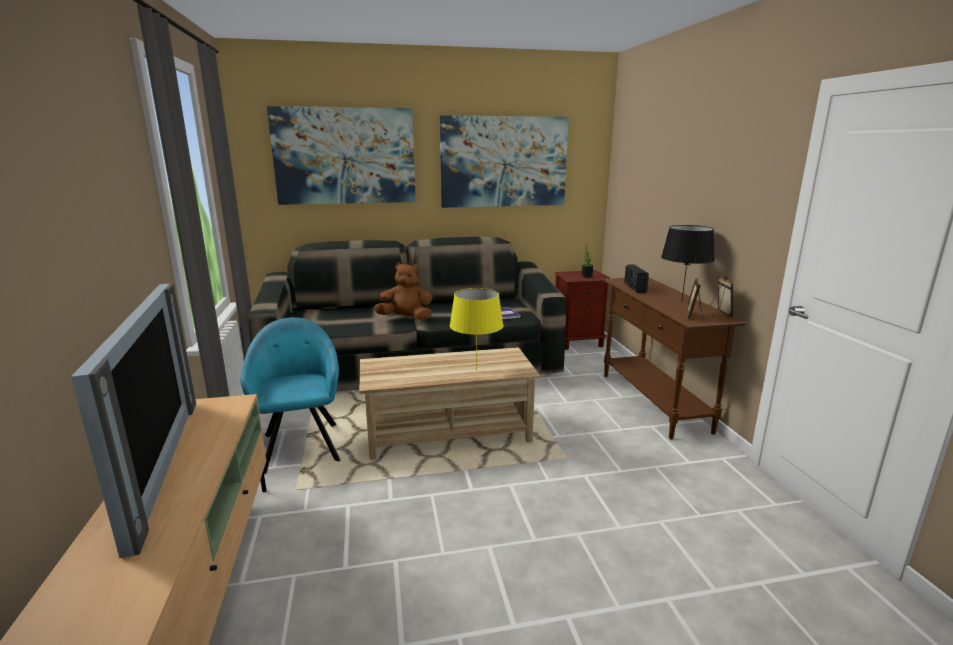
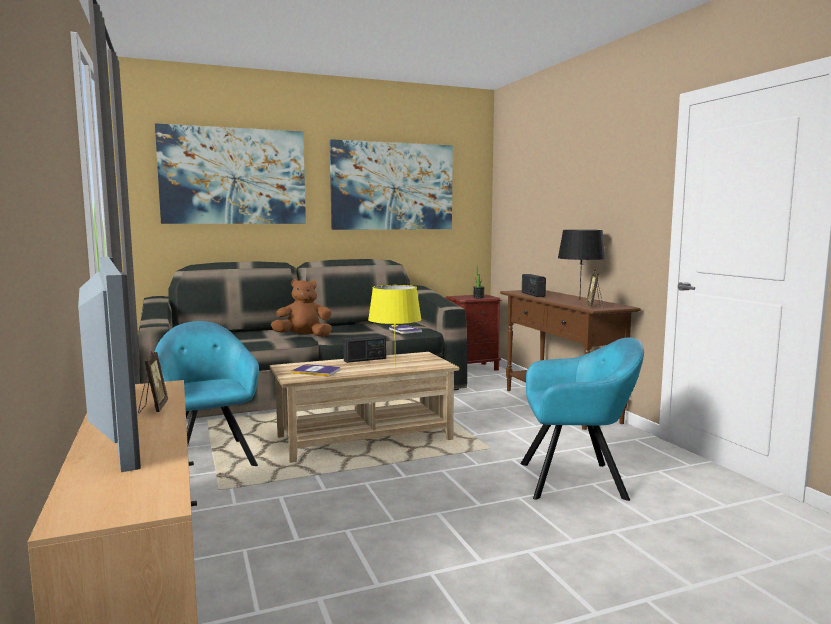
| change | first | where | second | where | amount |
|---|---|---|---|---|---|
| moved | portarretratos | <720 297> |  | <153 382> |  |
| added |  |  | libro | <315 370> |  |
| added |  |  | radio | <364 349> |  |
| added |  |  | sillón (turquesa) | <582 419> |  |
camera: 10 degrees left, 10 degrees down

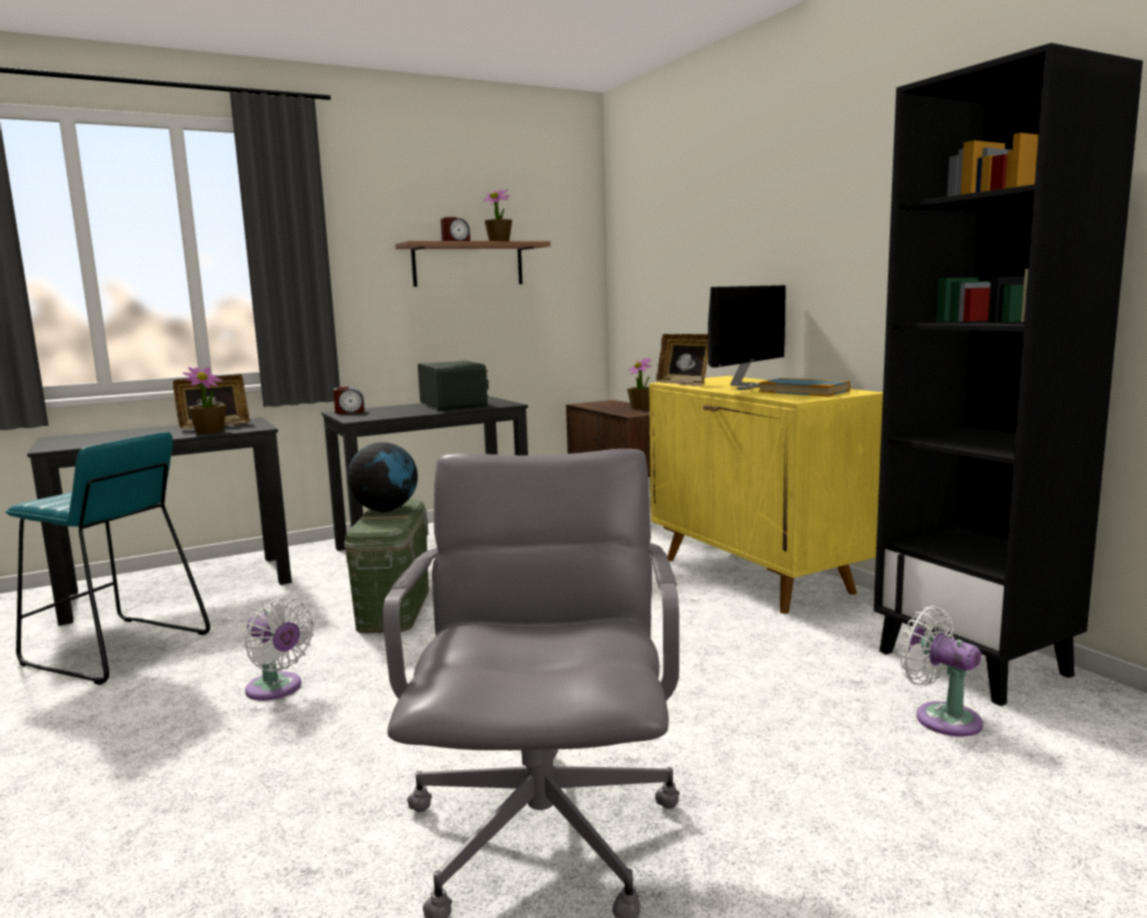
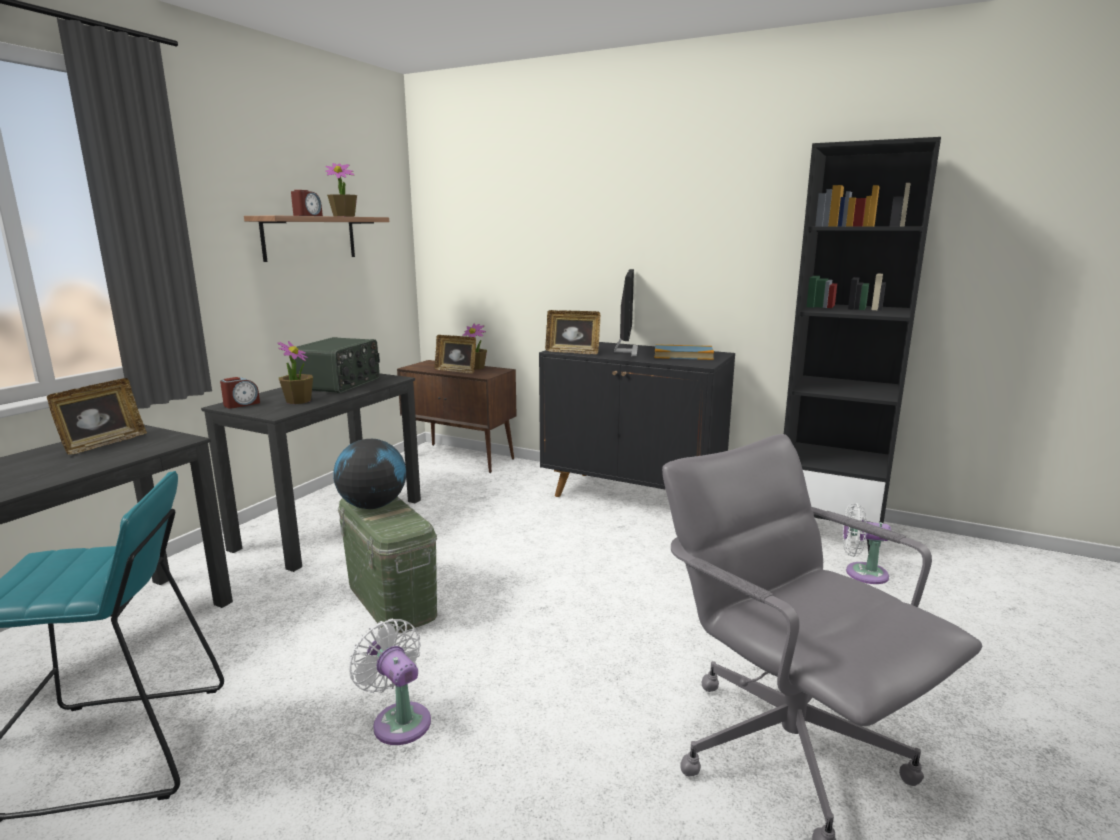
| change | first | where | second | where | amount |
|---|---|---|---|---|---|
| moved | planta en maceta | <204 400> |  | <295 372> |  |
| turned | radio | <453 386> |  | <335 365> | 75 degrees clockwise |
| turned | ventilador (blanco) | <279 648> |  | <390 682> | 135 degrees counterclockwise |
| added |  |  | portarretratos | <455 354> |  |
| recoloured | armario (amarillo) | <766 495> | armario (negro) | <637 419> |  |
camera: 35 degrees left, 5 degrees up

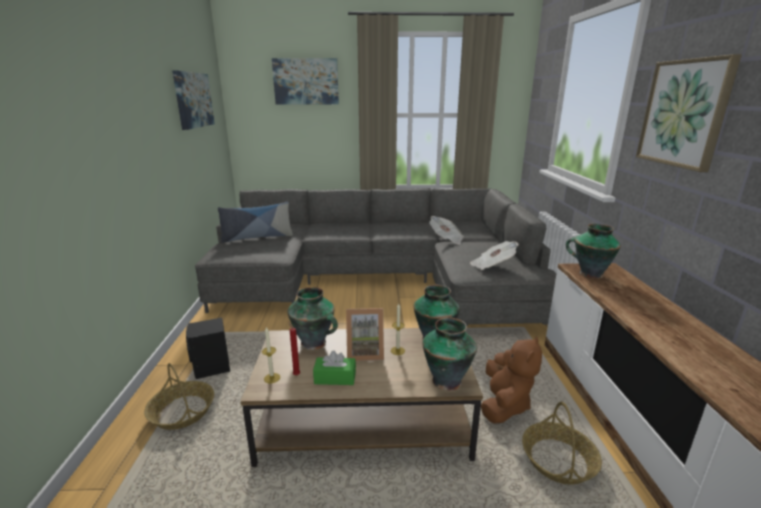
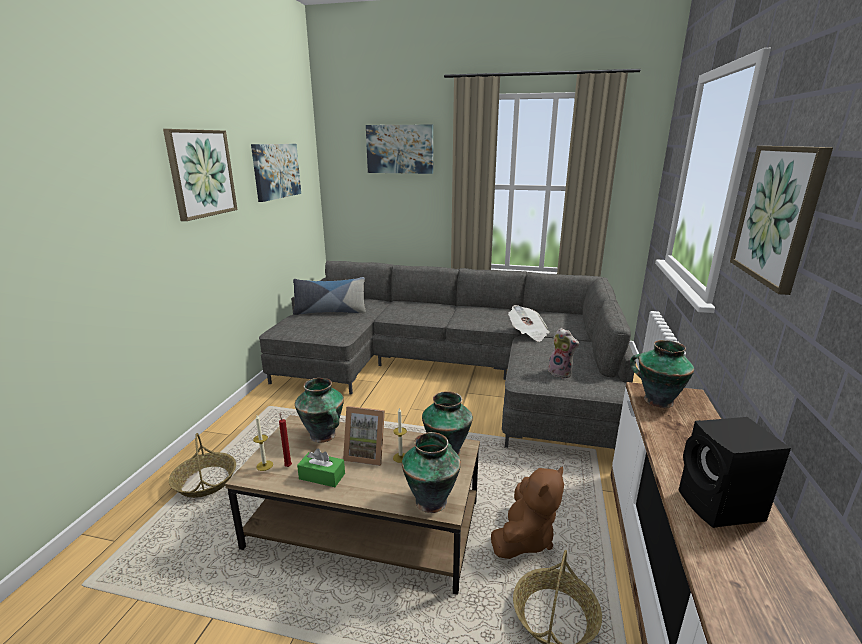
| change | first | where | second | where | amount |
|---|---|---|---|---|---|
| added |  |  | cuadro | <200 175> |  |
| replaced | periódico | <494 255> | peluche | <563 353> |  |
| moved | altavoz (negro) | <208 348> |  | <735 472> |  |
camera: 15 degrees right, 0 degrees up

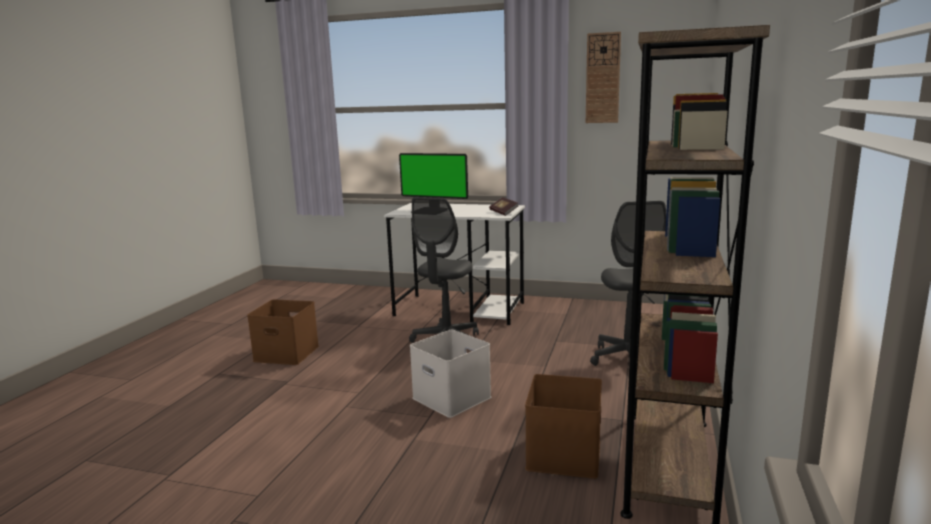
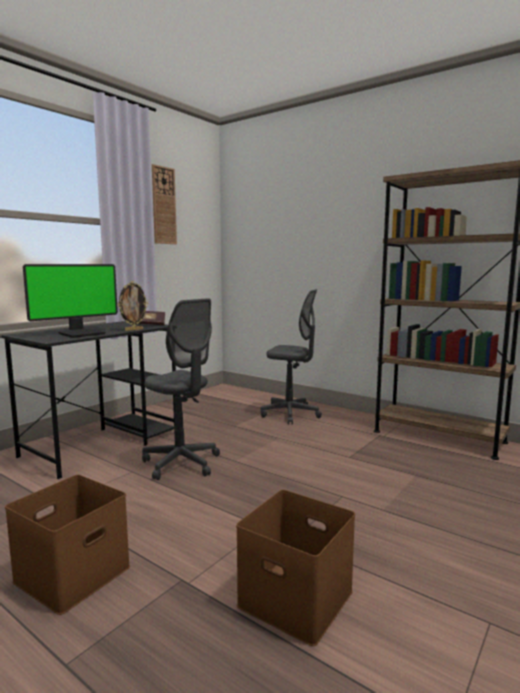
| change | first | where | second | where | amount |
|---|---|---|---|---|---|
| recoloured | escritorio (blanco) | <454 264> | escritorio (negro) | <88 400> |  |
| added |  |  | portarretratos | <133 306> |  |
| moved | caja de almacenaje (marrón) | <563 426> |  | <295 568> |  |
| removed | caja de almacenaje (blanco) | <450 374> |  |  |  |
camera: 70 degrees left, 5 degrees down

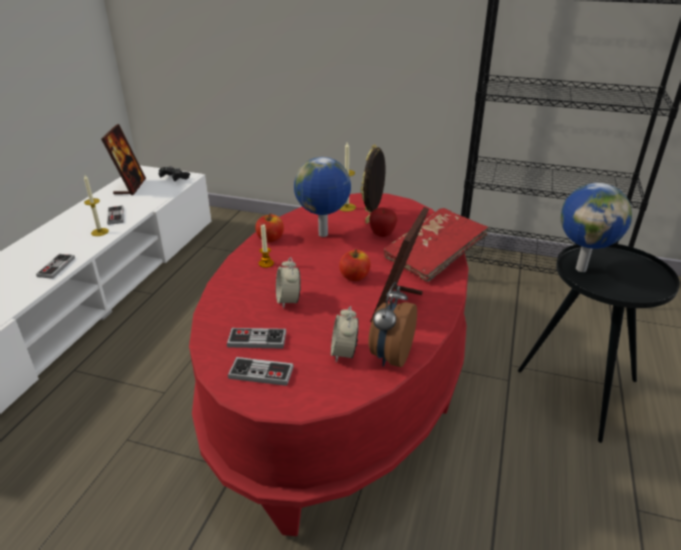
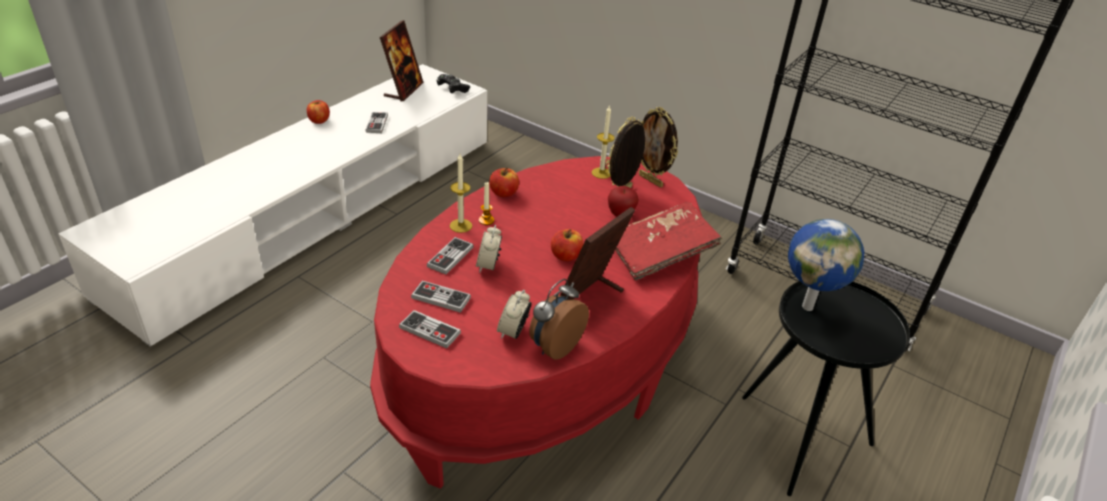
| change | first | where | second | where | amount |
|---|---|---|---|---|---|
| added |  |  | manzana | <318 112> |  |
| moved | mando de consola | <55 266> |  | <450 255> |  |
| moved | vela | <96 205> |  | <461 193> |  |
| added |  |  | portarretratos | <658 147> |  |
| removed | globo terráqueo | <322 197> |  |  |  |
camera: 15 degrees right, 5 degrees up

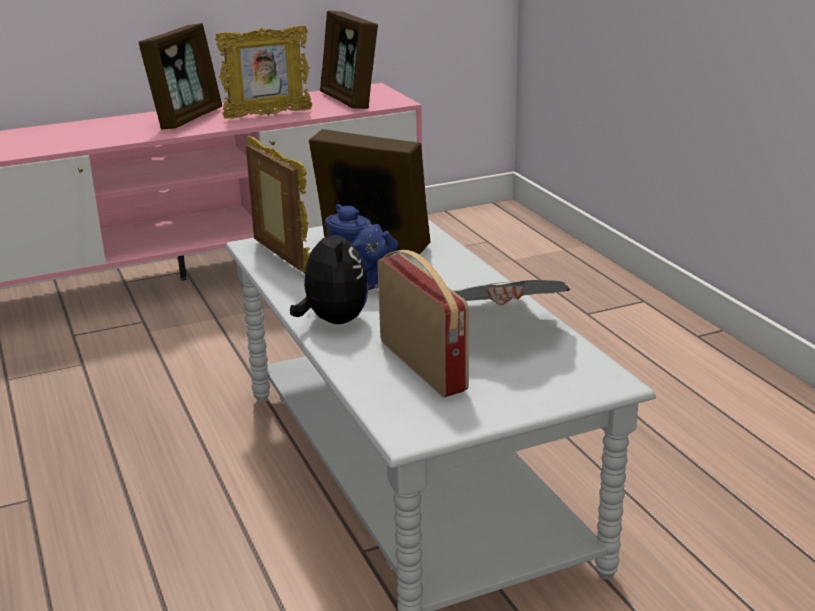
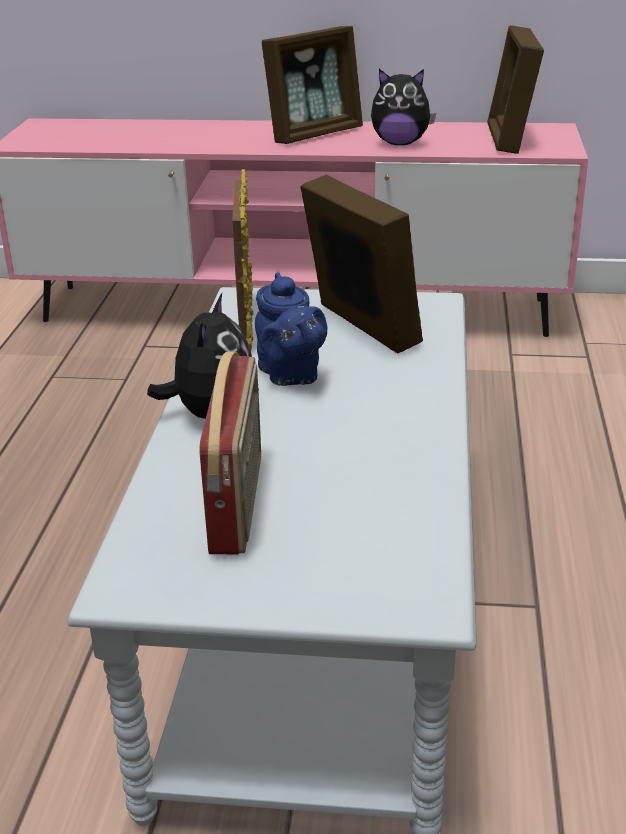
| change | first | where | second | where | amount |
|---|---|---|---|---|---|
| replaced | portarretratos | <263 72> | peluche | <403 107> |  |
| removed | periódico | <511 292> |  |  |  |
camera: 30 degrees right, 5 degrees up

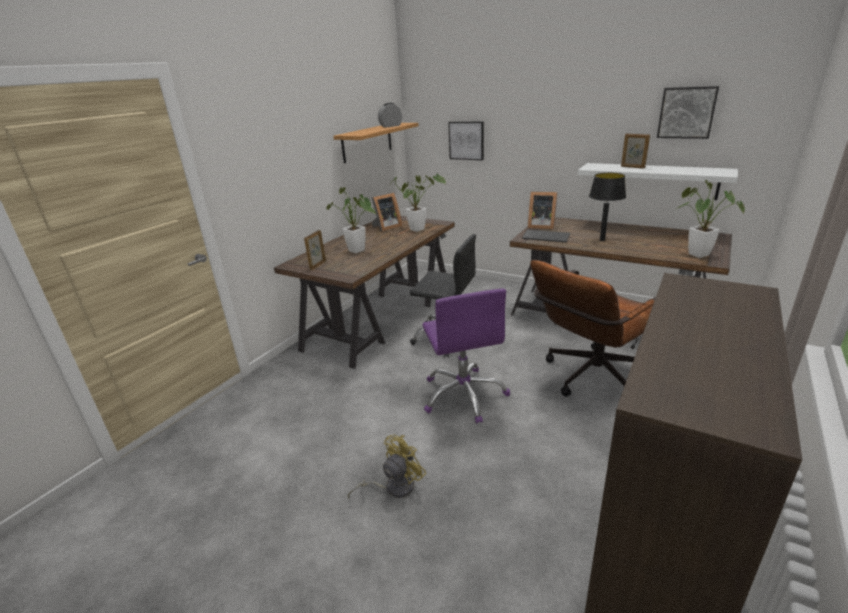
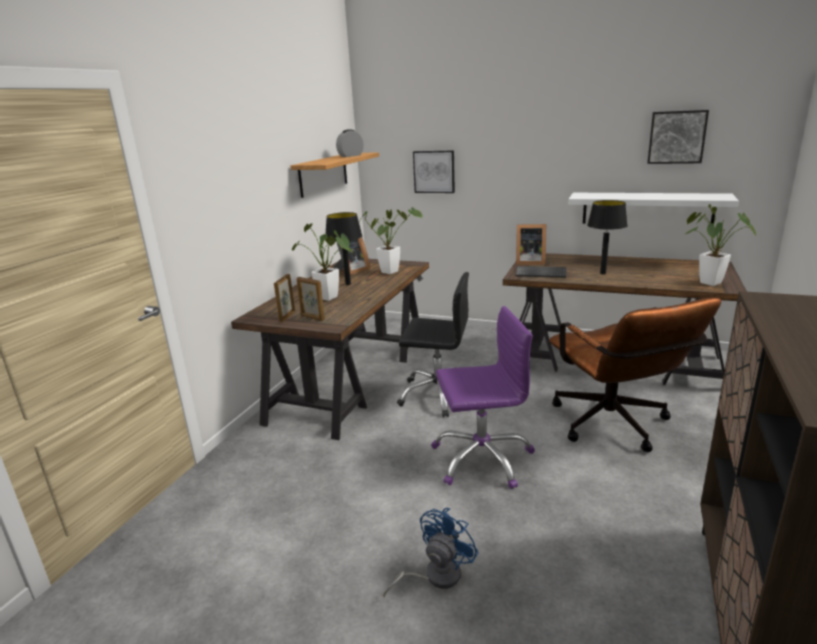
| change | first | where | second | where | amount |
|---|---|---|---|---|---|
| moved | portarretratos | <635 151> |  | <310 299> |  |
| added |  |  | lámpara de mesa (negro) | <344 248> |  |
| recoloured | ventilador (amarillo) | <387 466> | ventilador (azul) | <430 553> |  |
| turned | silla de oficina (morado) | <466 356> |  | <483 397> | 75 degrees counterclockwise |
| turned | silla de oficina (marrón) | <593 328> |  | <635 375> | 60 degrees counterclockwise |
camera: 10 degrees left, 5 degrees down

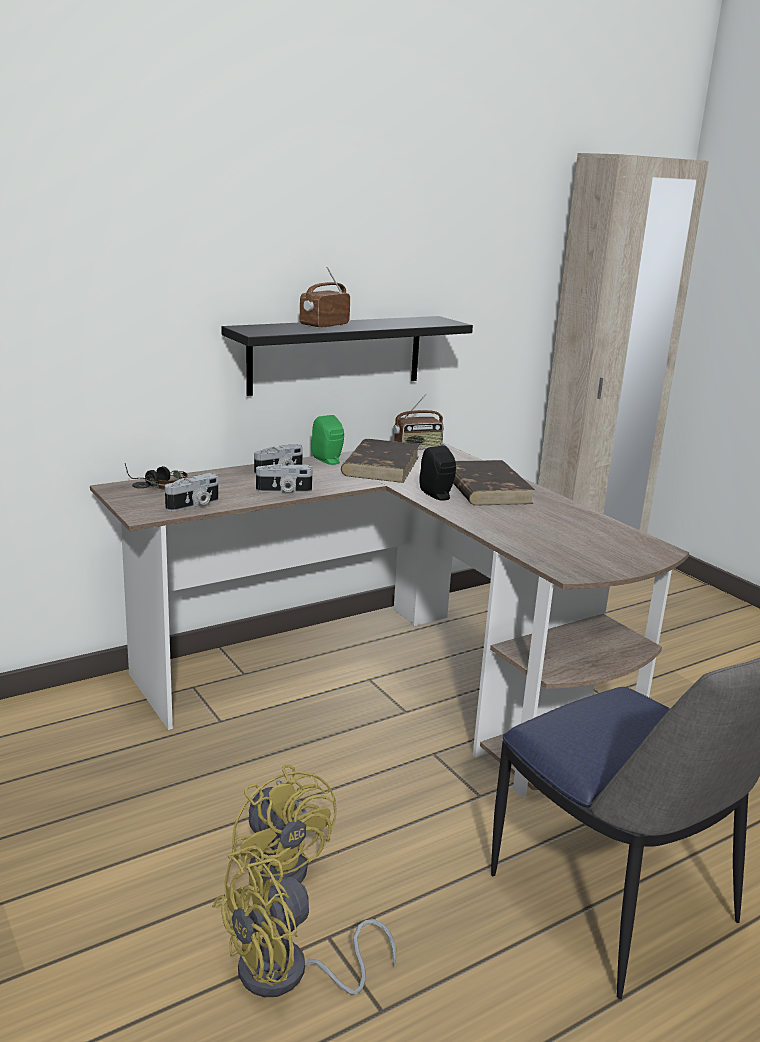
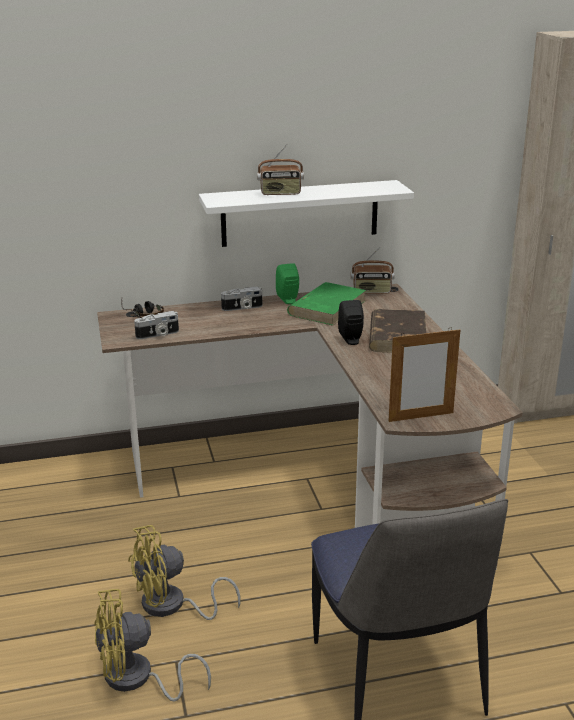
| change | first | where | second | where | amount |
|---|---|---|---|---|---|
| turned | ventilador (amarillo) | <284 823> |  | <184 572> | 75 degrees clockwise |
| recoloured | estante (negro) | <347 356> | estante (blanco) | <306 213> |  |
| turned | radio | <325 297> |  | <280 170> | 150 degrees counterclockwise |
| recoloured | libro (marrón) | <380 461> | libro (verde) | <327 304> |  |
| added |  |  | portarretratos | <424 374> |  |
| removed | cámara | <284 478> |  |  |  |
camera: 20 degrees right, 5 degrees up

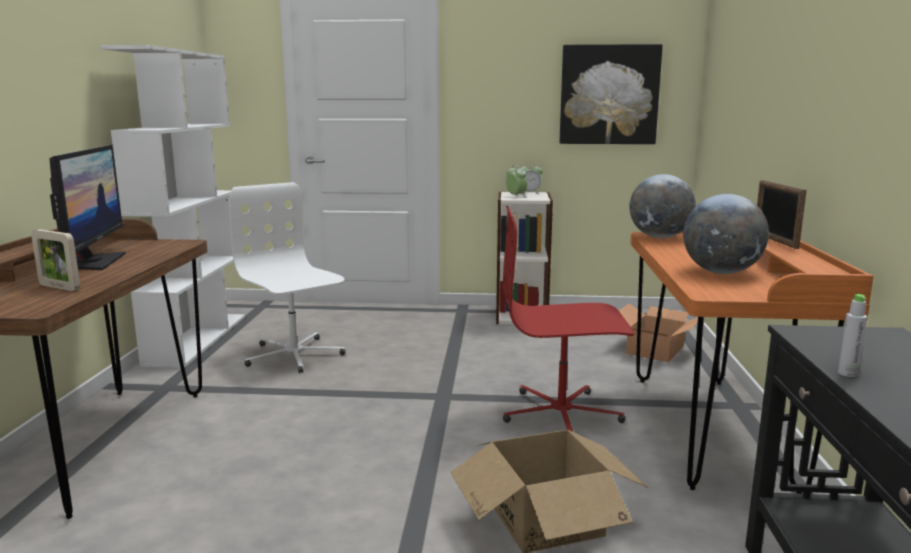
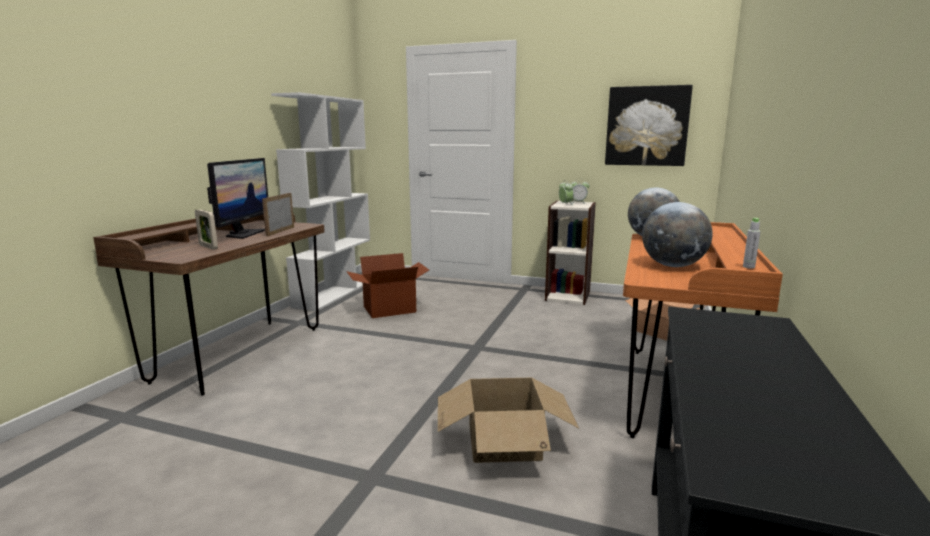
| change | first | where | second | where | amount |
|---|---|---|---|---|---|
| moved | portarretratos | <782 214> |  | <278 214> |  |
| replaced | silla de oficina (blanco) | <287 277> | caja de cartón | <387 285> |  |
| moved | botella (gris) | <852 335> |  | <751 243> |  |
| removed | silla de oficina (rojo) | <569 319> |  |  |  |
camera: 15 degrees right, 0 degrees up

